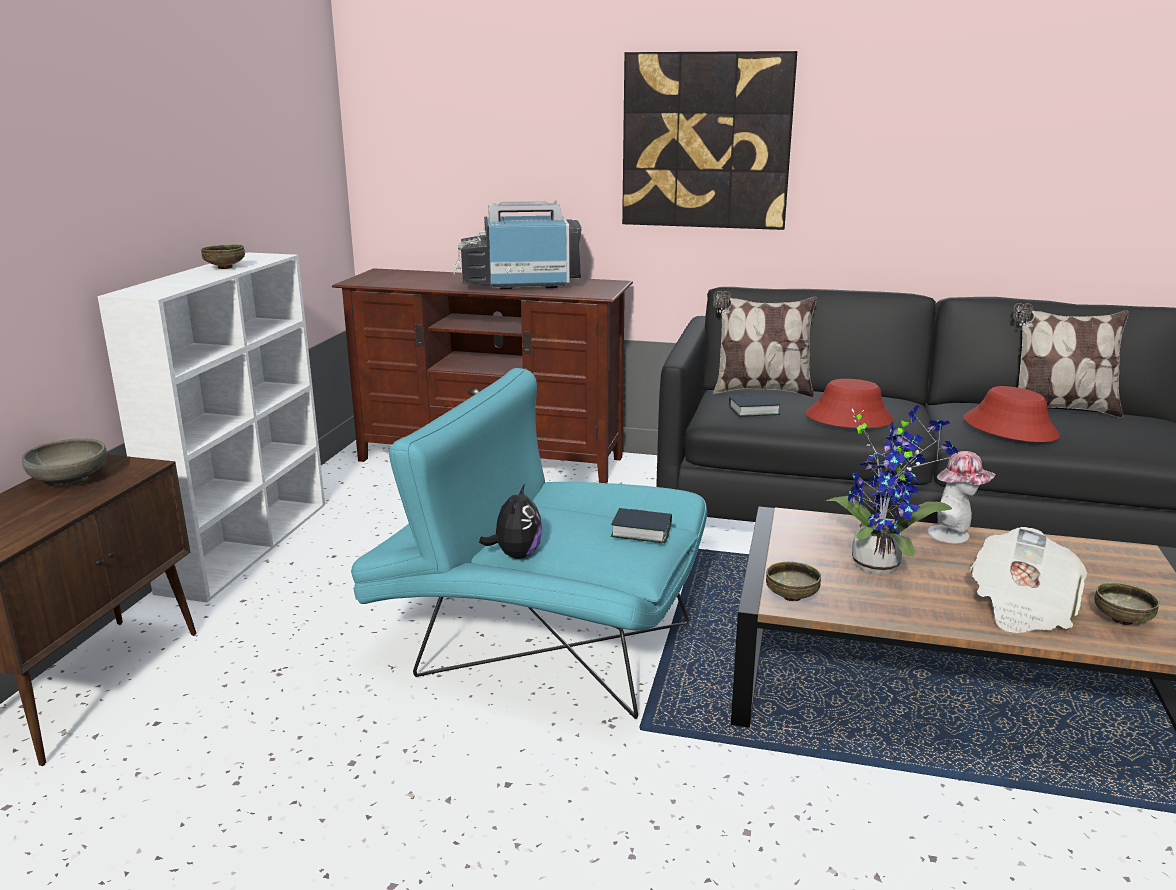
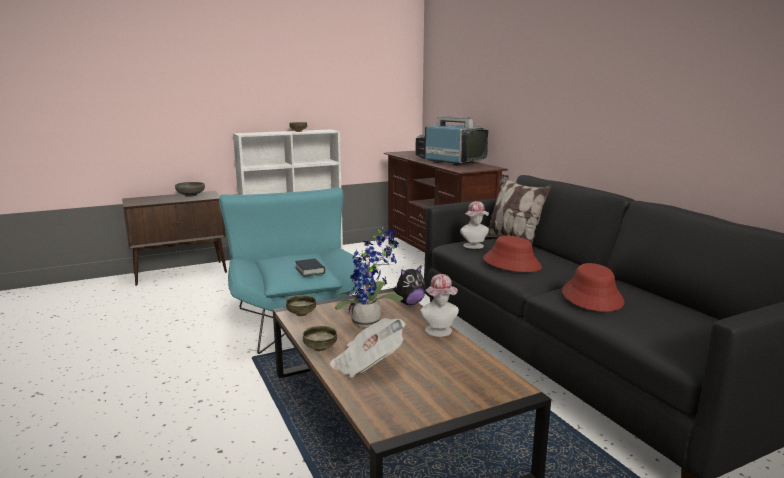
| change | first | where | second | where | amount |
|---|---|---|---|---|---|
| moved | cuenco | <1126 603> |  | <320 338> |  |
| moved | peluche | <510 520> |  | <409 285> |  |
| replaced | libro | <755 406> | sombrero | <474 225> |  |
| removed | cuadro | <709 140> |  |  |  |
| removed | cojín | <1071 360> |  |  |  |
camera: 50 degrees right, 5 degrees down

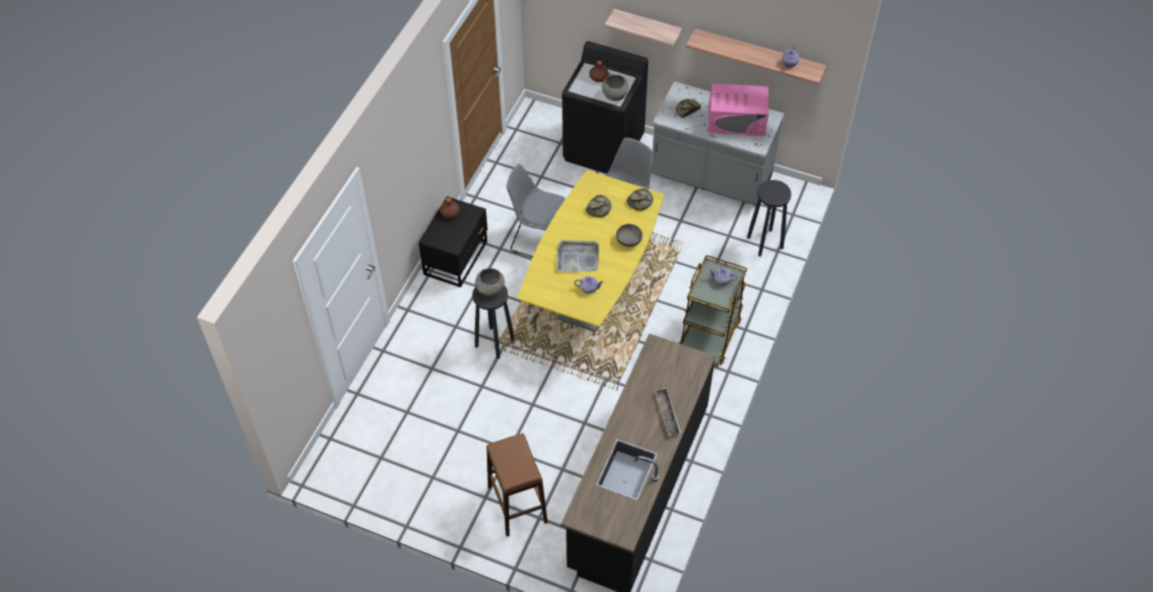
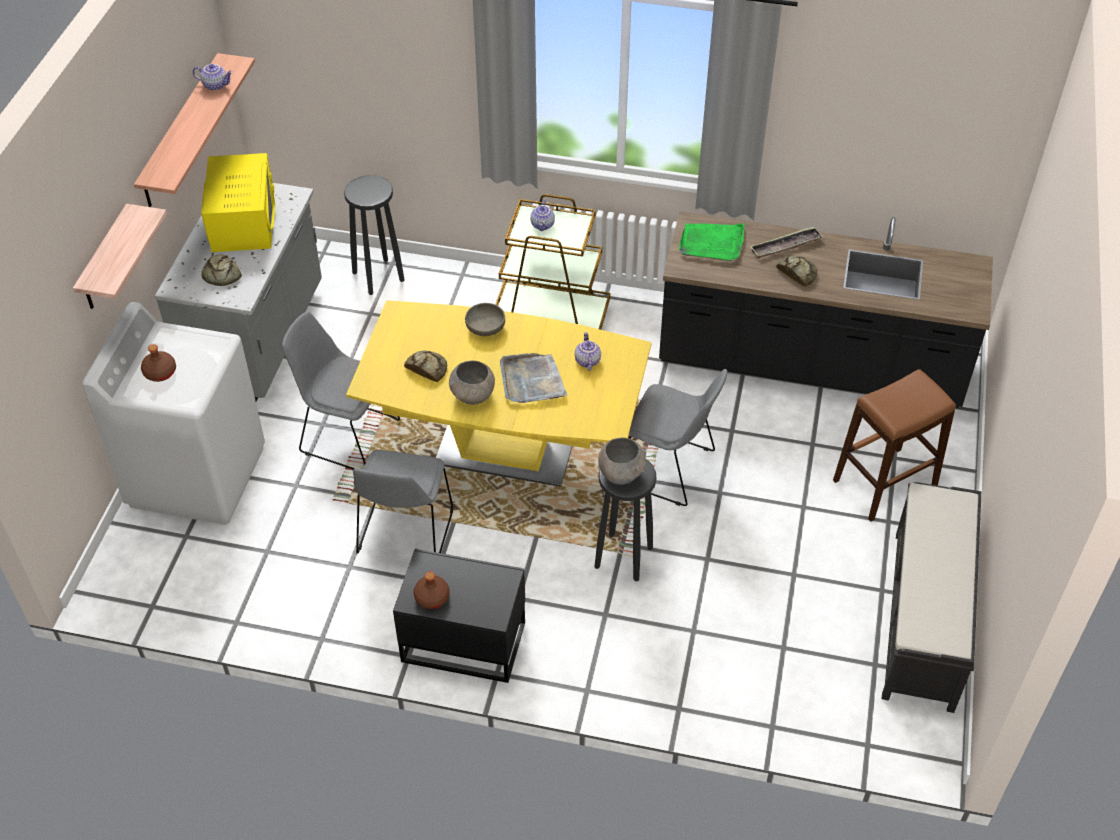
| change | first | where | second | where | amount |
|---|---|---|---|---|---|
| recoloured | lavadora (negro) | <605 107> | lavadora (blanco) | <173 413> |  |
| recoloured | microondas (rosa) | <738 109> | microondas (amarillo) | <238 202> |  |
| moved | cuenco (gris) | <615 87> |  | <472 382> |  |
| added |  |  | silla (gris) | <678 437> |  |
| added |  |  | bandeja (verde) | <711 242> |  |
| moved | pan | <640 200> |  | <796 271> |  |
| added |  |  | banco (negro) | <931 597> |  |
camera: 100 degrees left, 5 degrees down

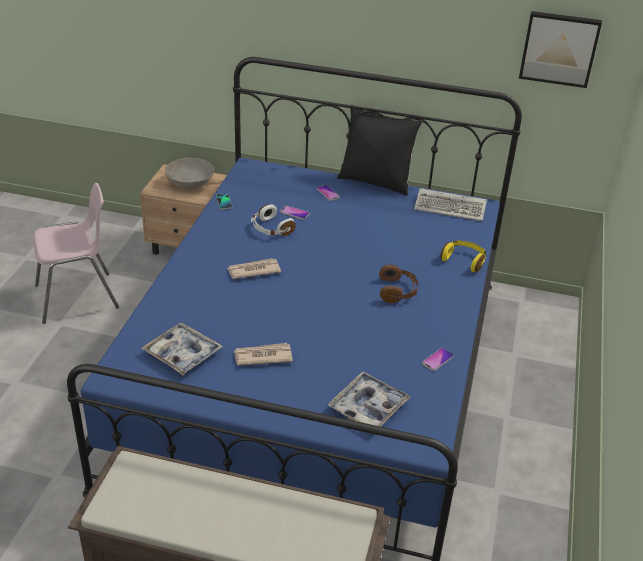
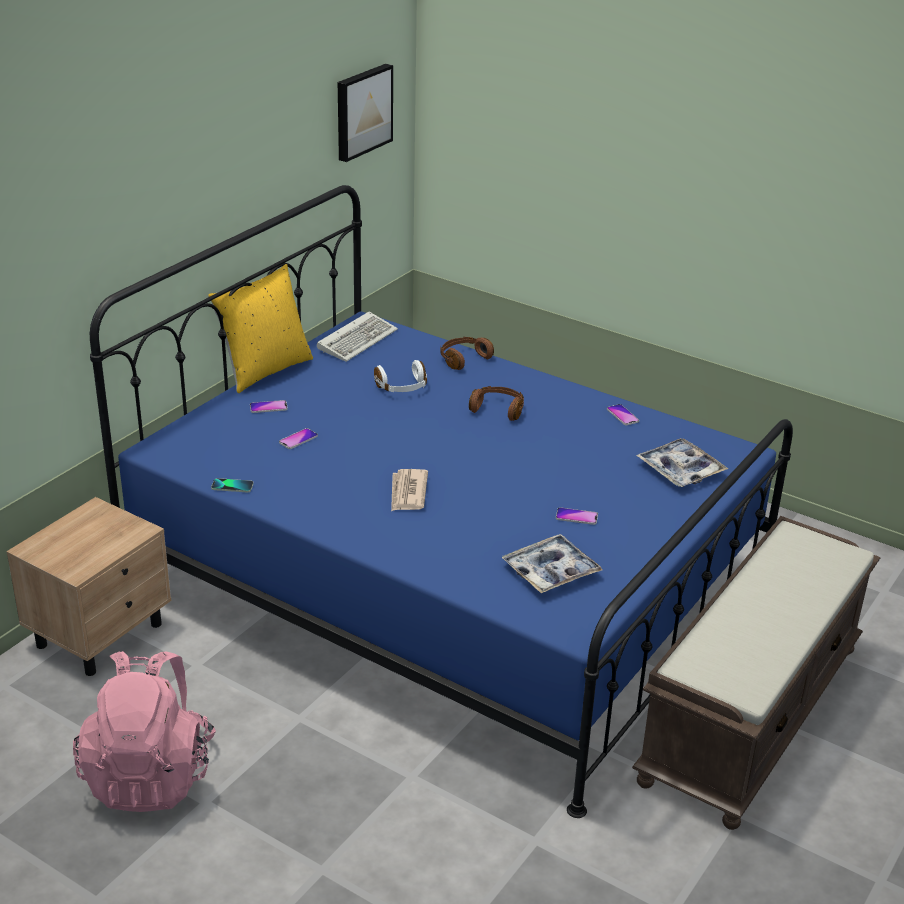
| change | first | where | second | where | amount |
|---|---|---|---|---|---|
| replaced | silla (rosa) | <76 253> | mochila (rosa) | <144 731> |  |
| recoloured | cojín (negro) | <380 150> | cojín (amarillo) | <260 328> |  |
| moved | auriculares (blanco) | <273 220> |  | <400 376> |  |
| recoloured | auriculares (amarillo) | <463 256> | auriculares (marrón) | <467 353> |  |
| replaced | periódico | <263 354> | móvil | <577 516> |  |
| removed | cuenco (gris) | <189 173> |  |  |  |
camera: 70 degrees left, 5 degrees down

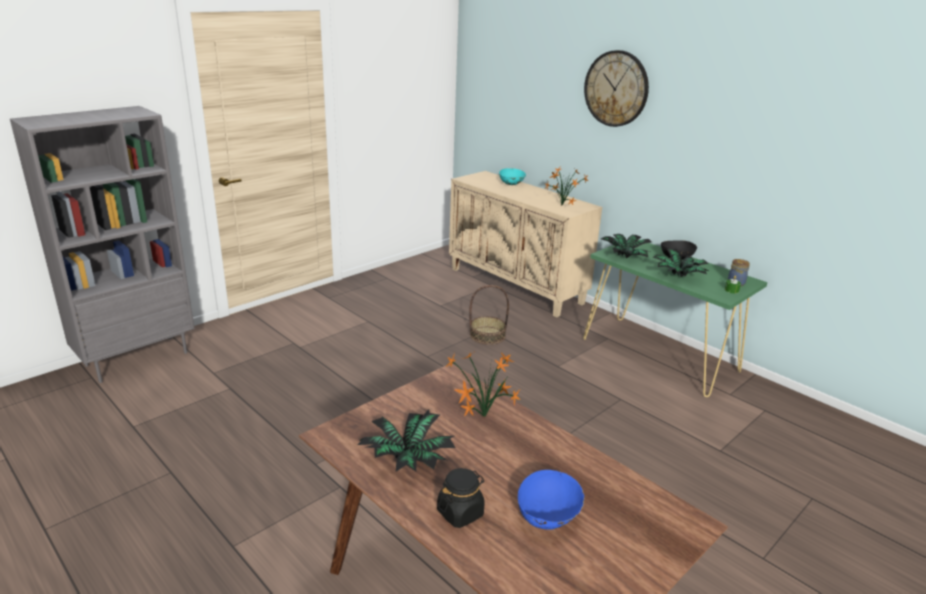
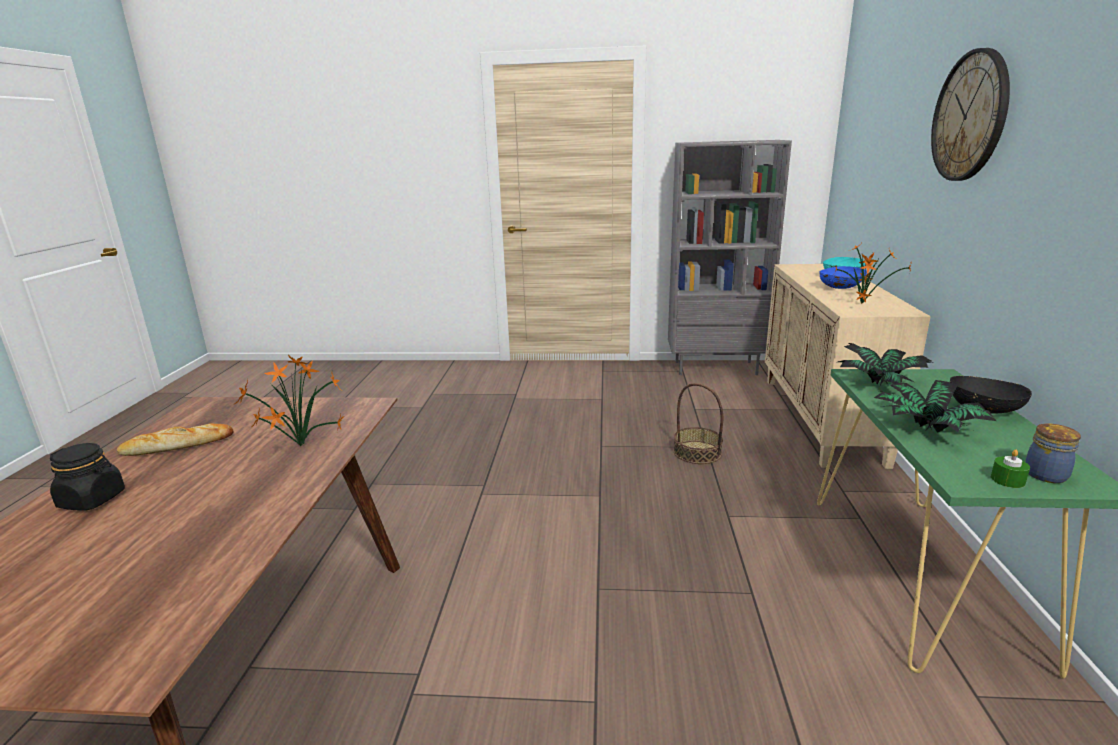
| change | first | where | second | where | amount |
|---|---|---|---|---|---|
| replaced | planta en maceta | <406 440> | pan | <175 439> |  |
| moved | estantería (gris) | <102 244> |  | <730 257> |  |
| moved | cuenco (azul) | <551 500> |  | <843 277> |  |
camera: 50 degrees right, 5 degrees down

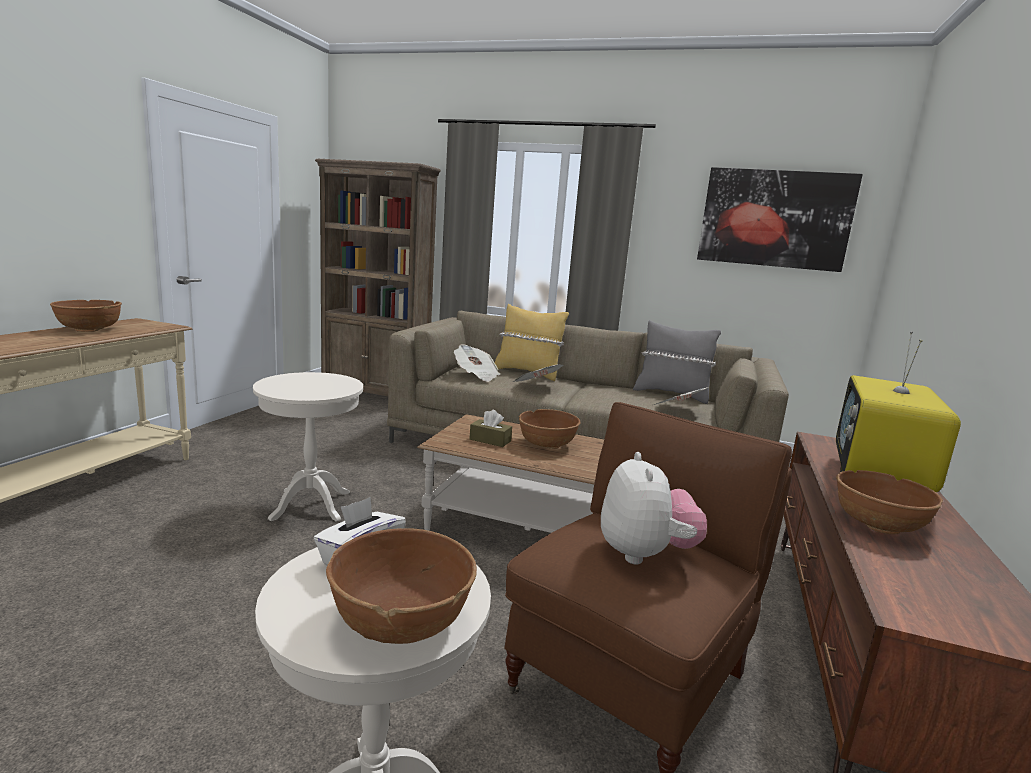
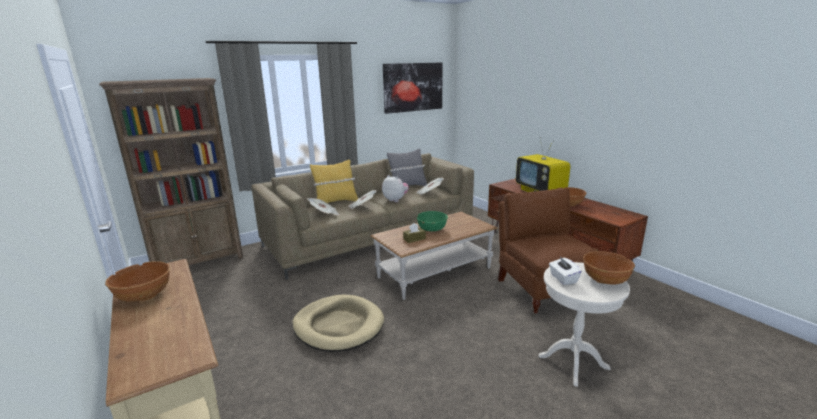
| change | first | where | second | where | amount |
|---|---|---|---|---|---|
| replaced | mesa auxiliar (blanco) | <308 447> | cama para perro (beis) | <338 323> |  |
| moved | peluche | <654 508> |  | <395 188> |  |
| recoloured | cuenco (marrón) | <549 429> | cuenco (verde) | <432 221> |  |
camera: 50 degrees left, 5 degrees up

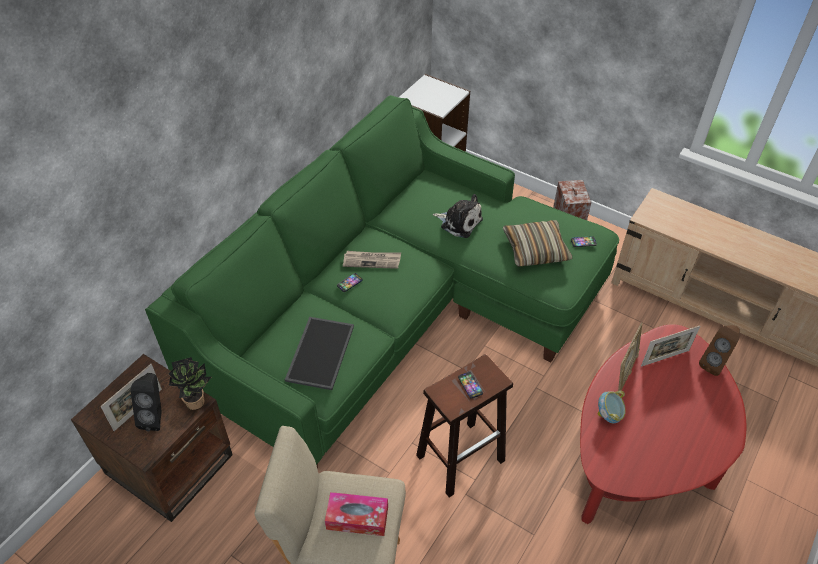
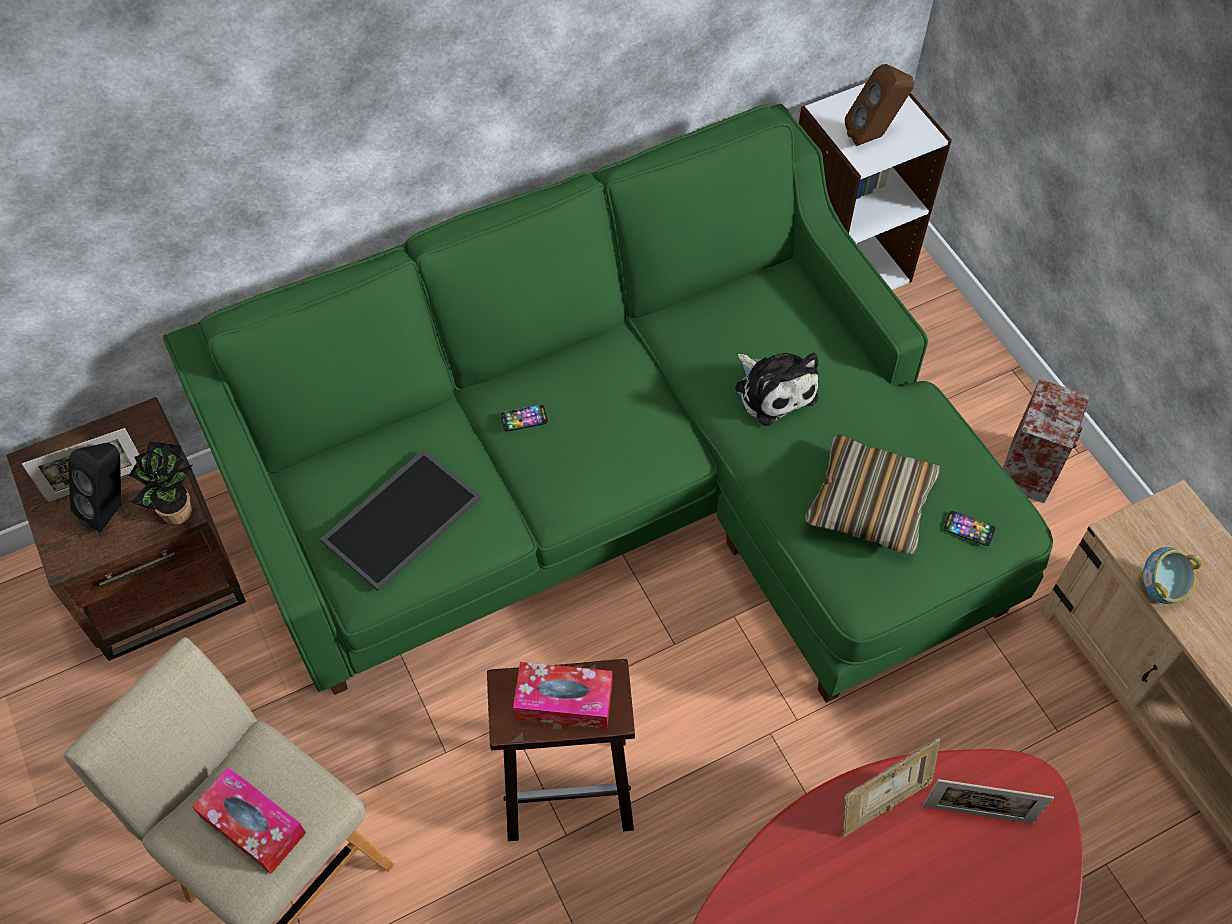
| change | first | where | second | where | amount |
|---|---|---|---|---|---|
| replaced | móvil | <470 385> | caja de pañuelos | <562 695> |  |
| moved | altavoz (marrón) | <719 350> |  | <879 105> |  |
| moved | cuenco | <612 406> |  | <1170 575> |  |
| removed | periódico | <372 260> |  |  |  |
camera: 30 degrees right, 10 degrees up

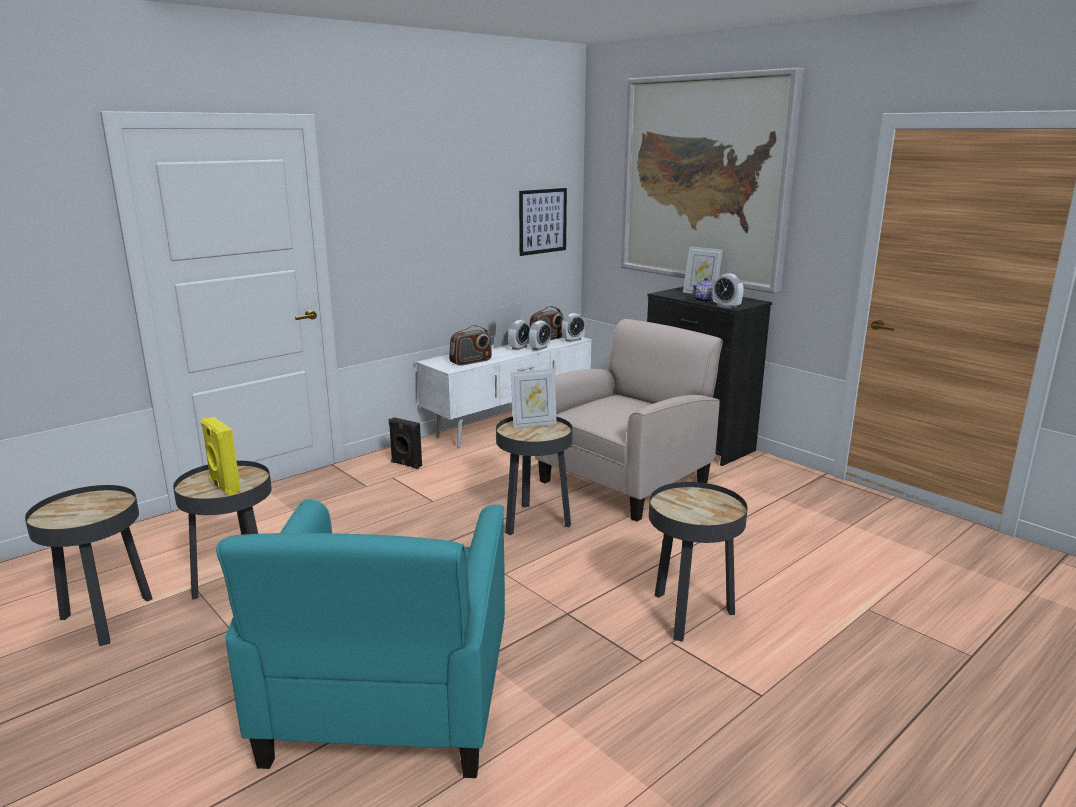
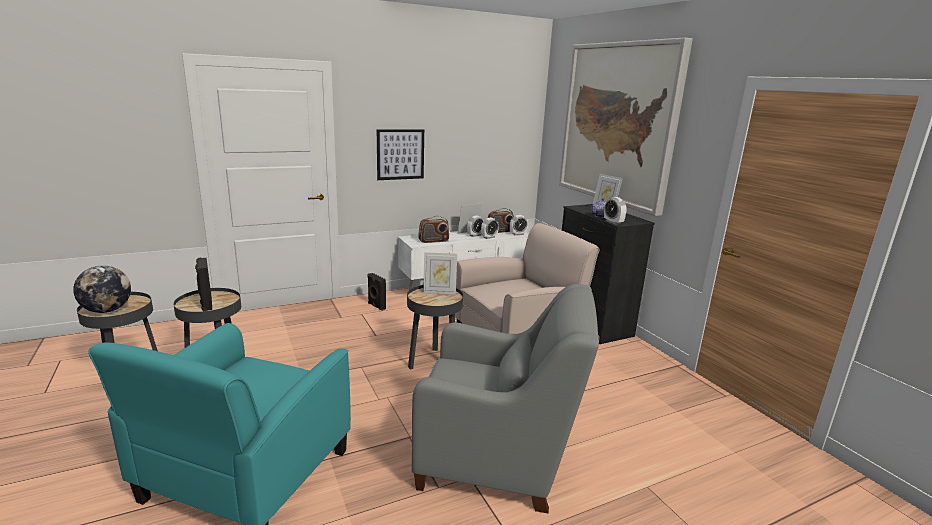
| change | first | where | second | where | amount |
|---|---|---|---|---|---|
| added |  |  | globo terráqueo | <102 289> |  |
| recoloured | altavoz (amarillo) | <221 456> | altavoz (negro) | <203 284> |  |
| moved | cuadro | <543 222> |  | <400 154> |  |
| replaced | mesa auxiliar (negro) | <698 562> | sillón (gris) | <505 398> |  |
camera: 15 degrees right, 0 degrees up

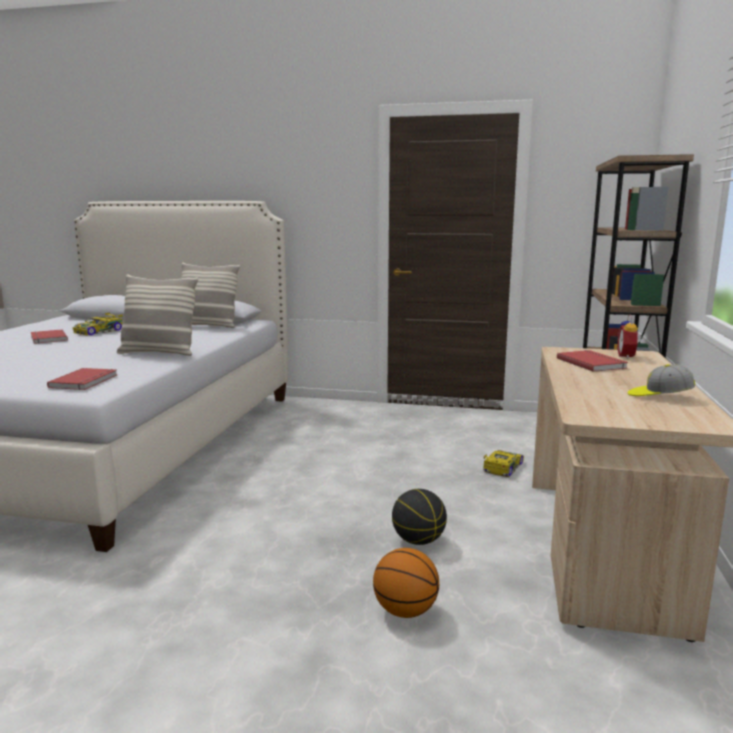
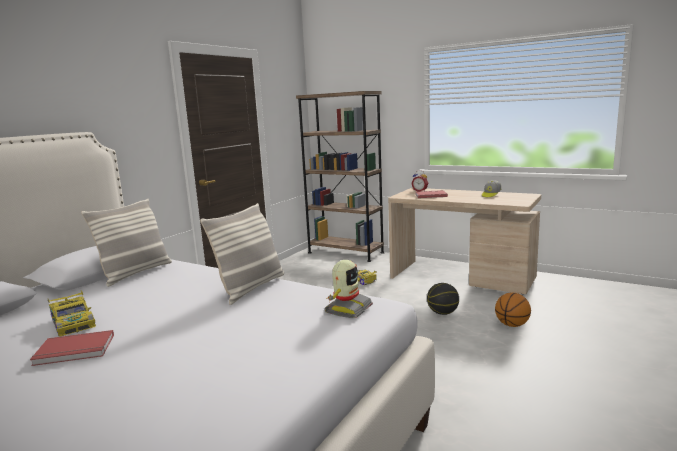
| change | first | where | second | where | amount |
|---|---|---|---|---|---|
| replaced | libro (rojo) | <82 379> | robot de juguete | <349 289> |  |
camera: 70 degrees left, 0 degrees up

